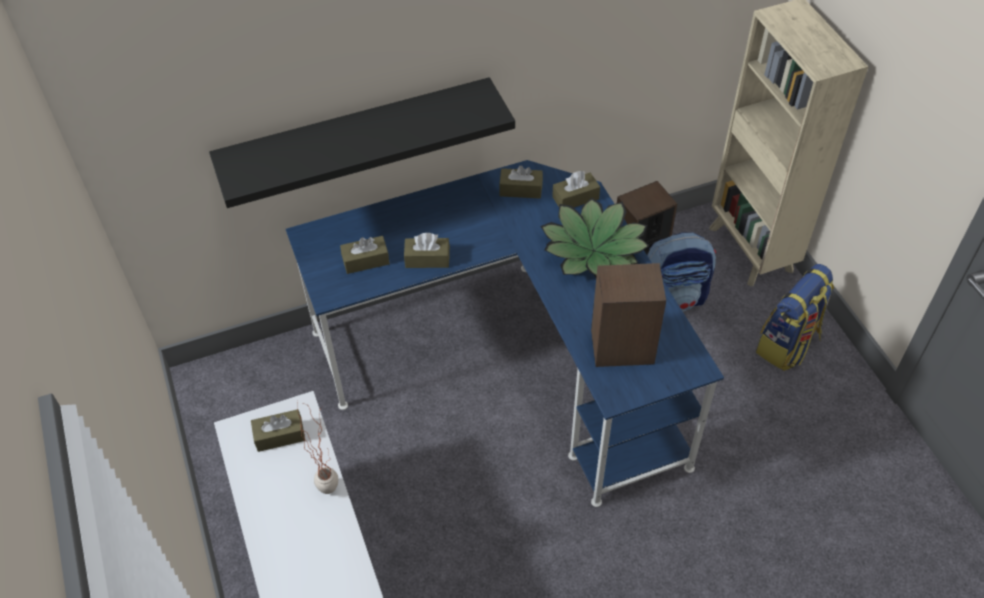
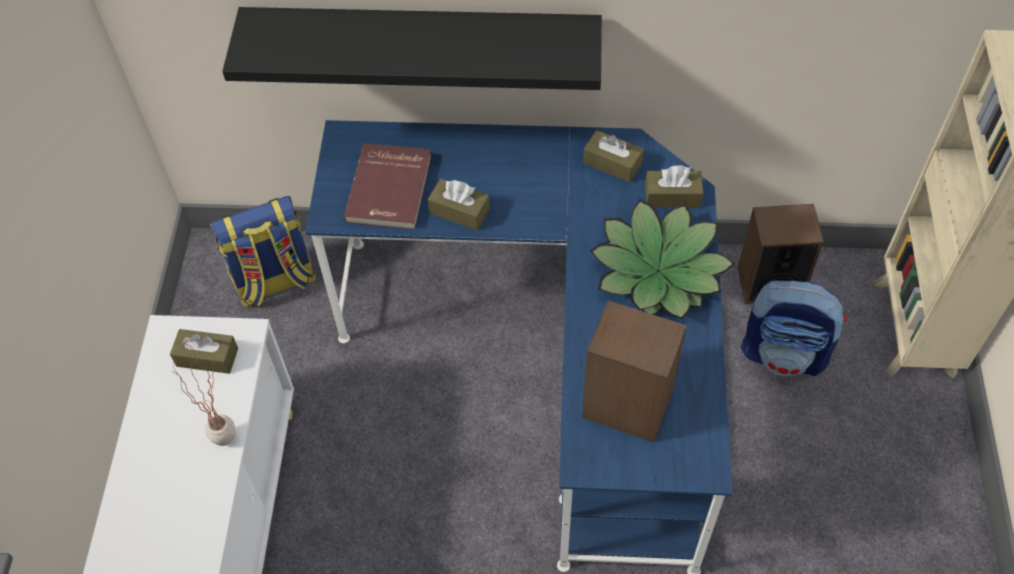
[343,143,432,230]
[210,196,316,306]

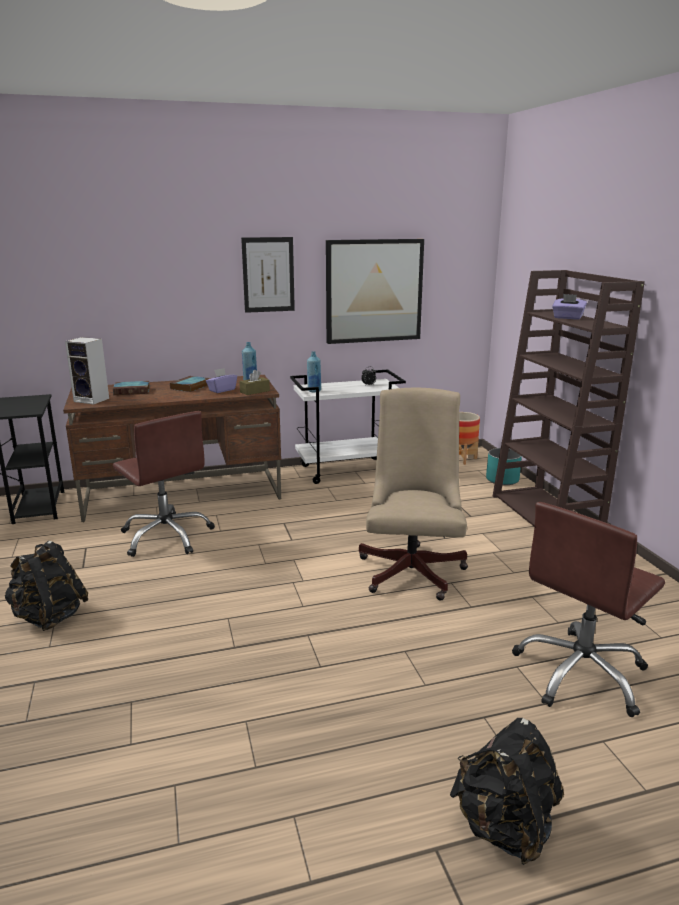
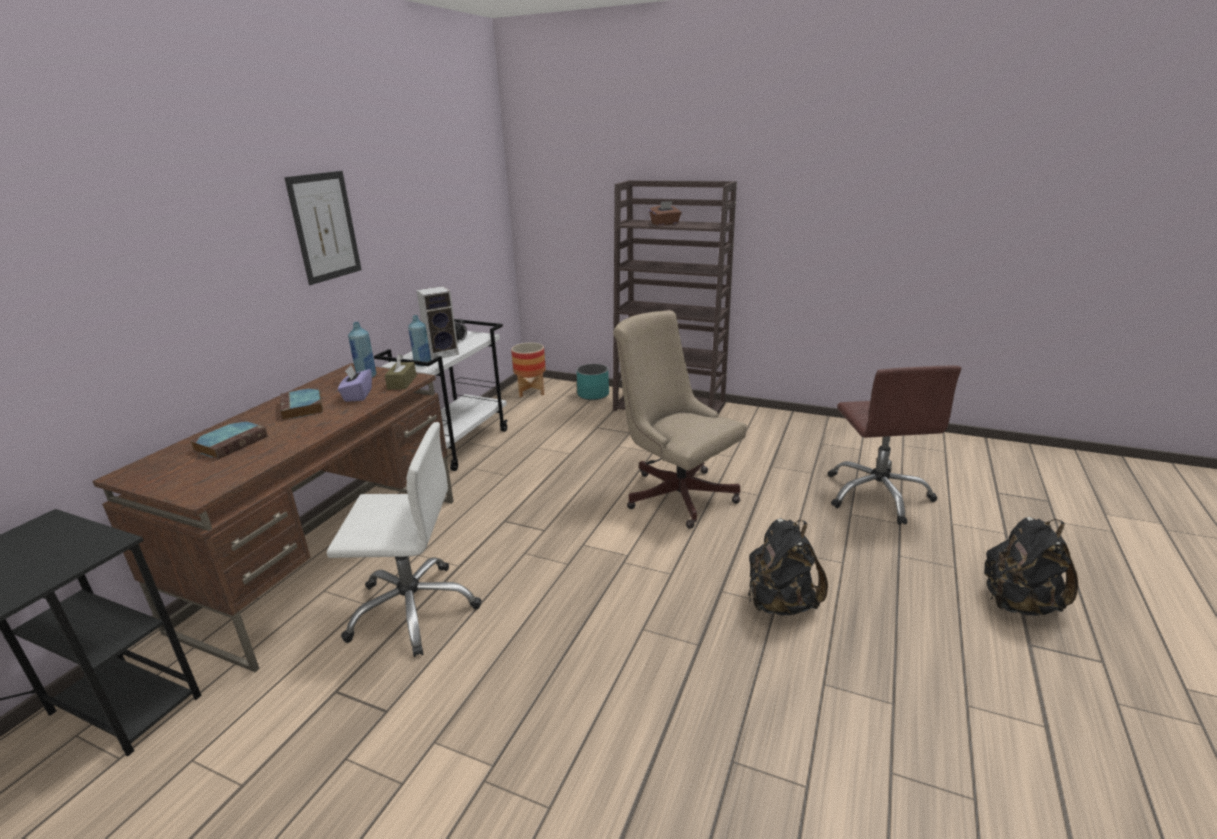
[326,239,424,344] (first image)
[649,201,681,226]
[416,286,459,359]
[327,422,481,657]
[748,518,828,616]

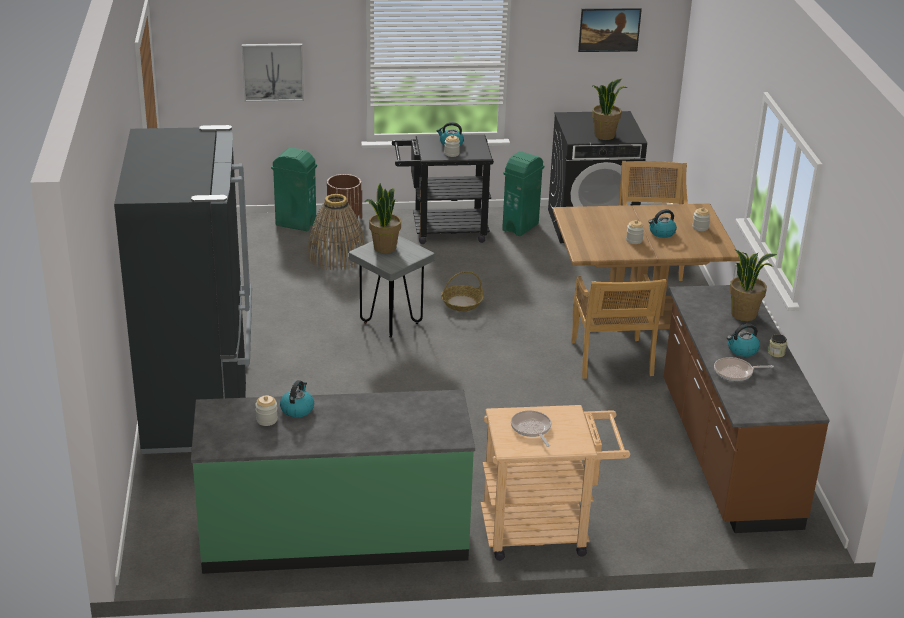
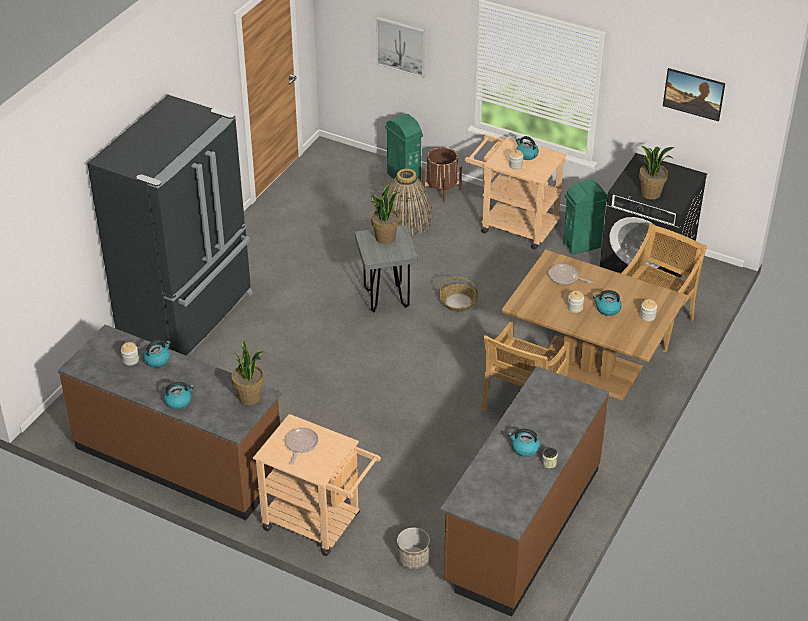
[465,135,566,250]
[231,340,265,406]
[549,264,592,284]
[58,325,281,520]
[164,381,194,409]
[397,527,430,569]

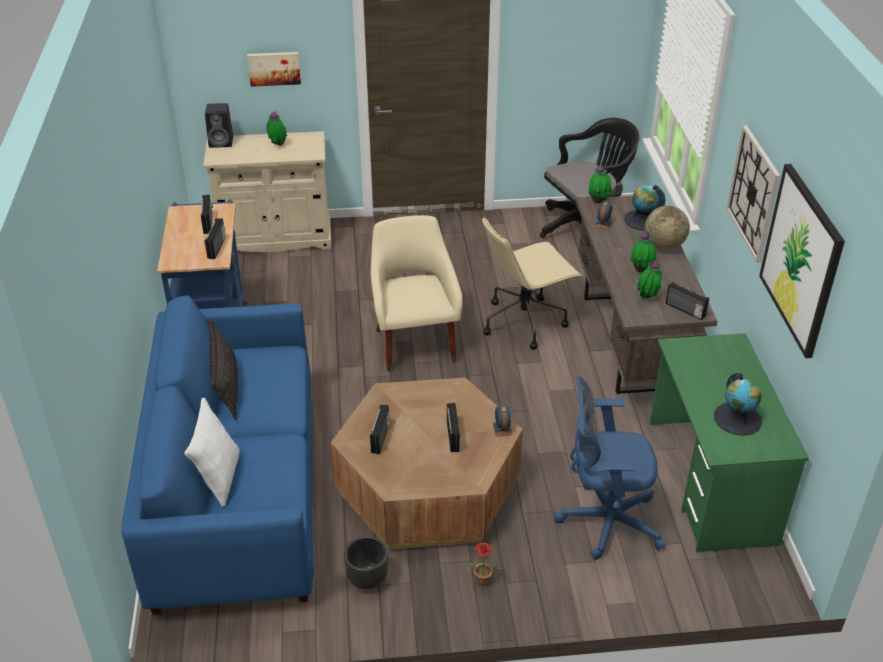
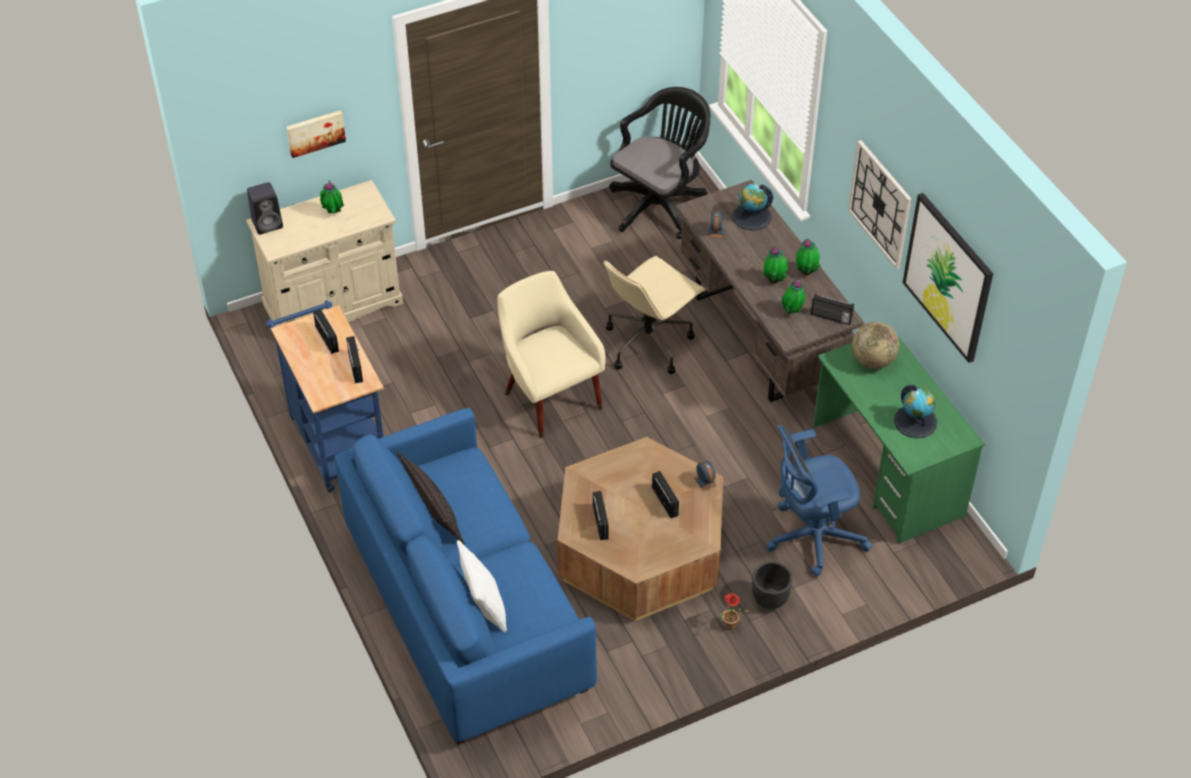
[796,239,821,276]
[852,322,899,369]
[752,561,793,609]

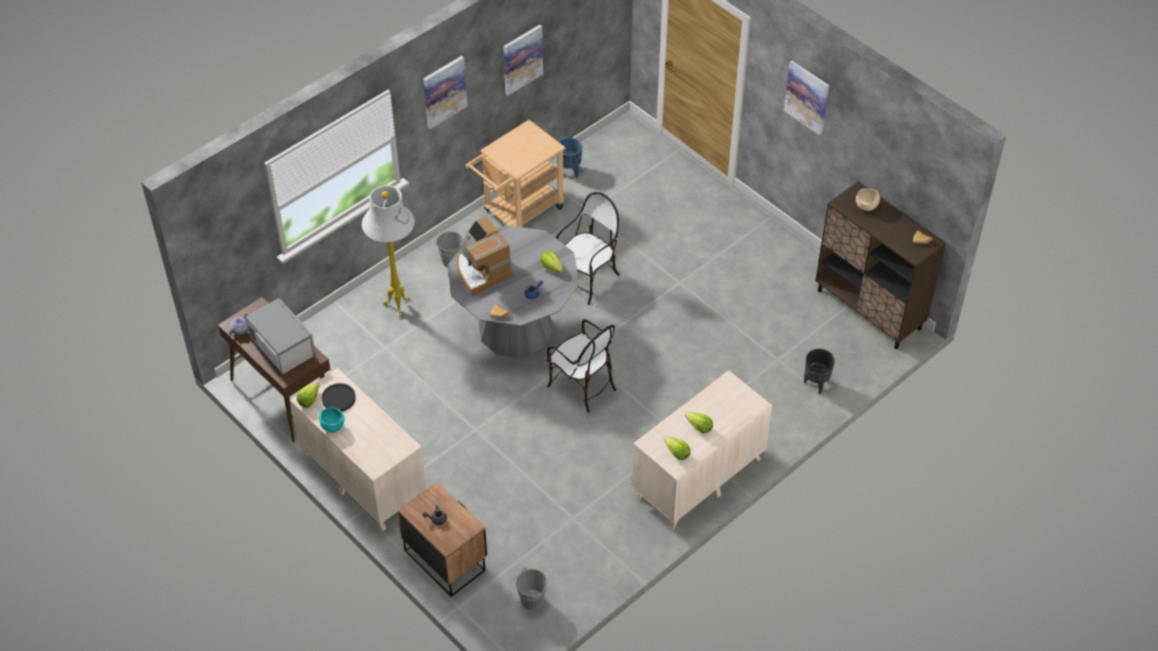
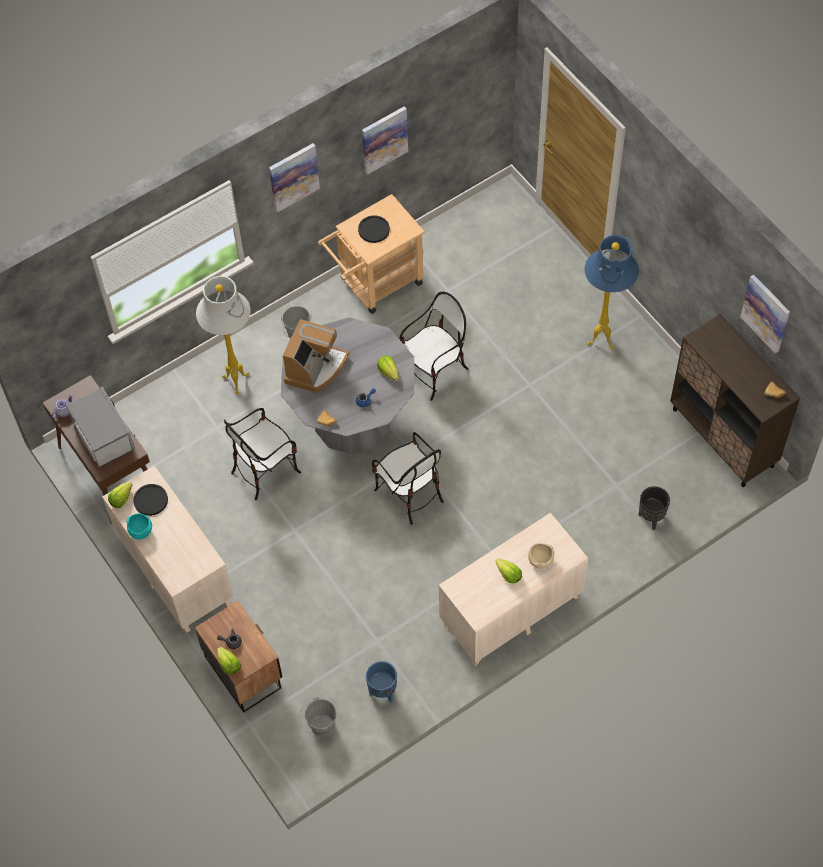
[740,274,790,354]
[366,661,397,703]
[528,543,554,569]
[283,319,350,393]
[217,647,241,674]
[358,215,390,243]
[584,235,639,349]
[223,408,301,500]

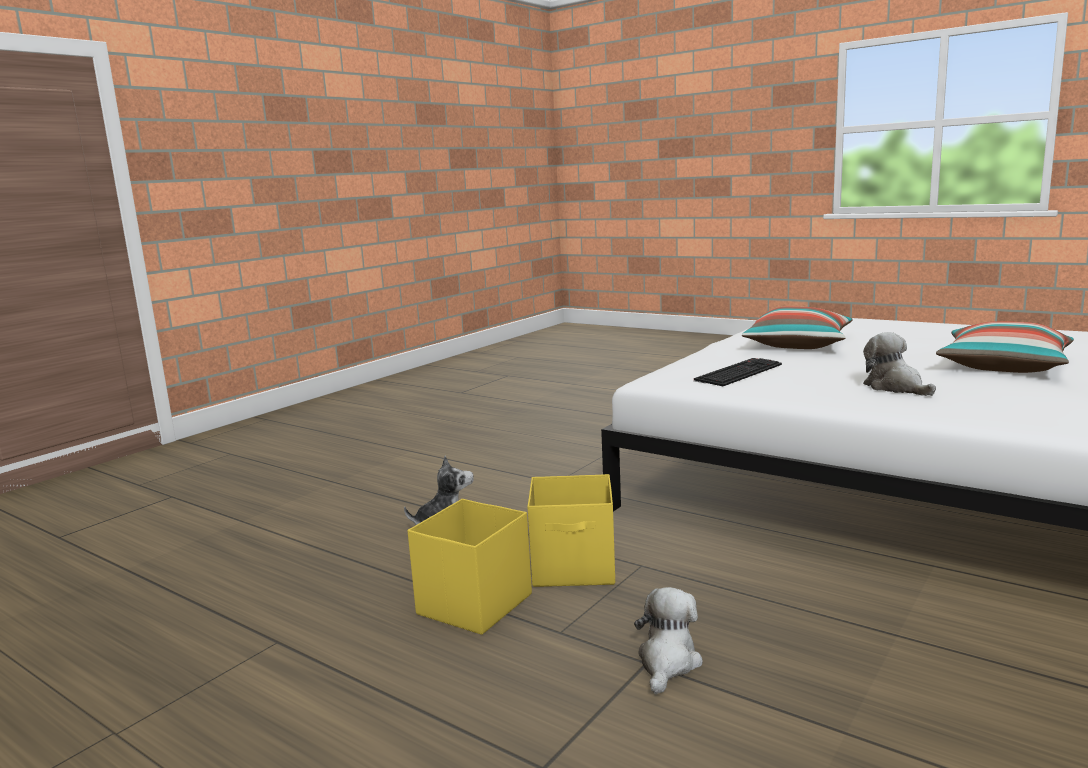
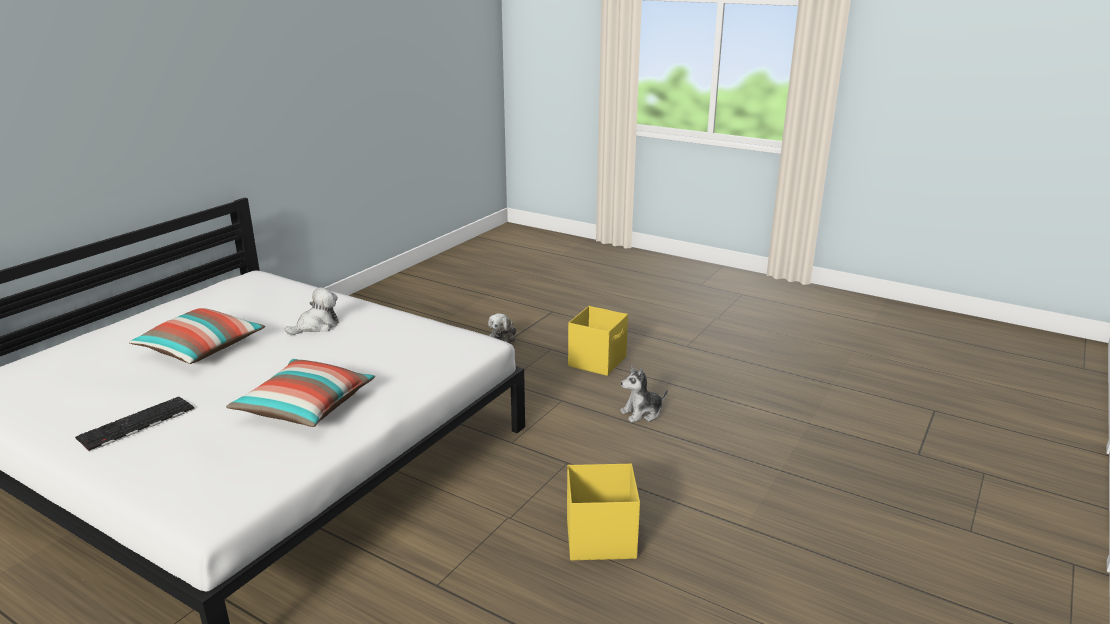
[285,288,339,335]
[75,397,194,452]
[567,464,640,560]

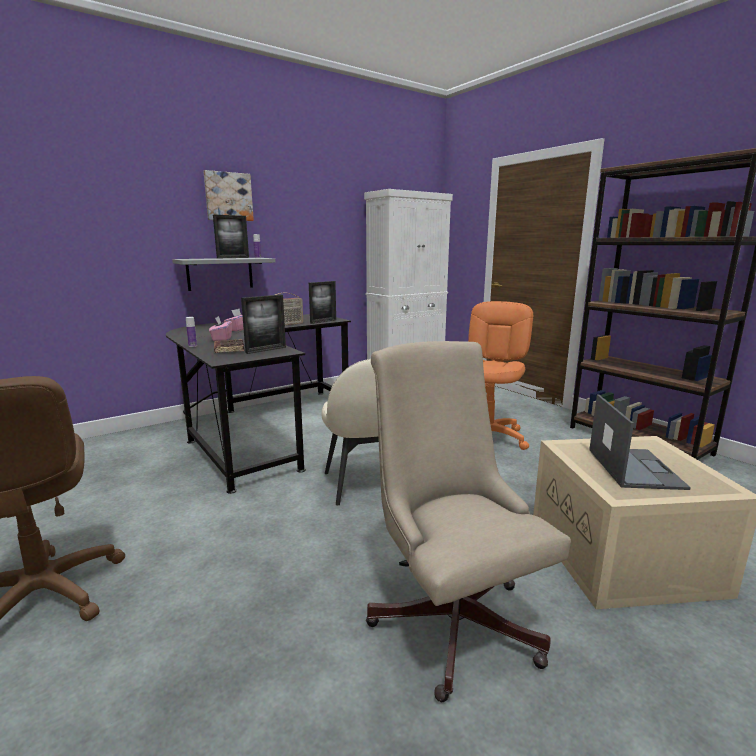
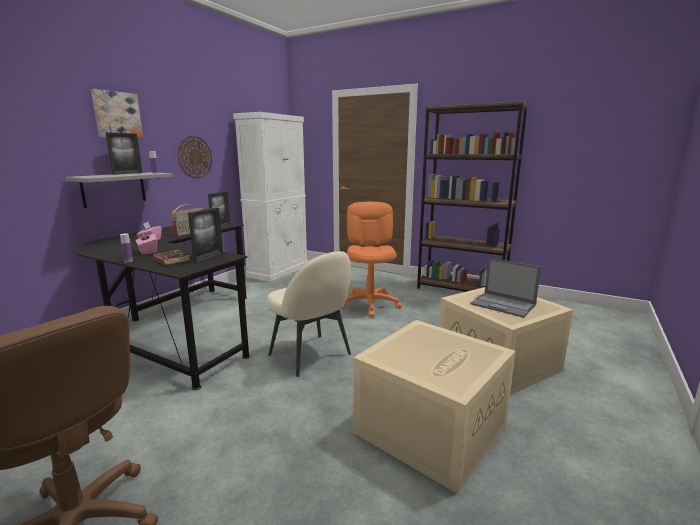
[353,320,516,493]
[470,258,541,318]
[177,136,212,179]

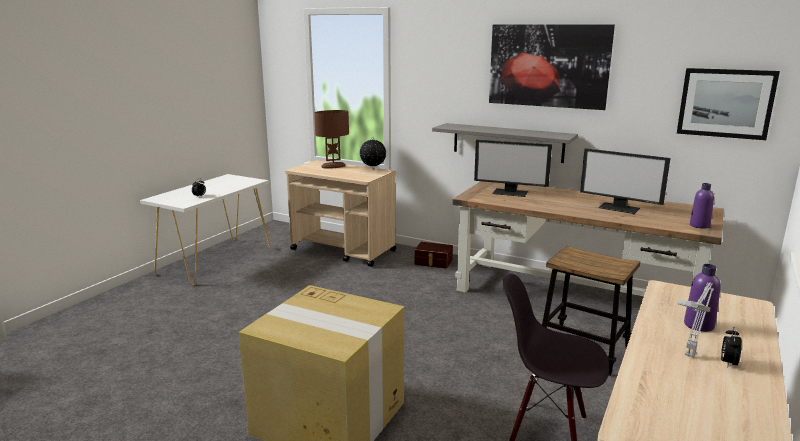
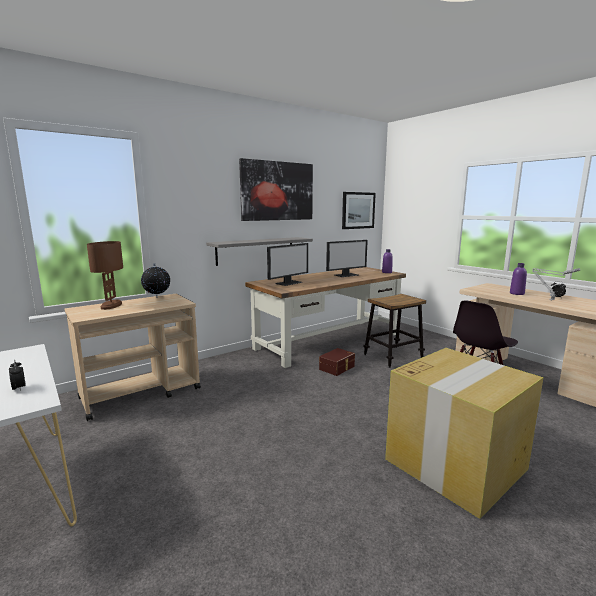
[319,348,355,376]

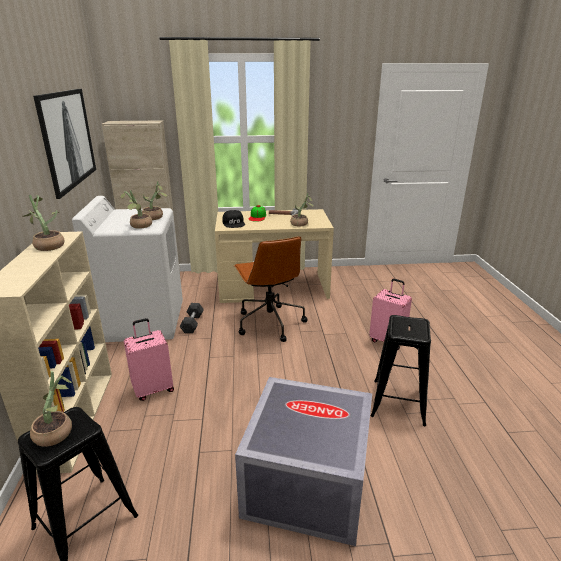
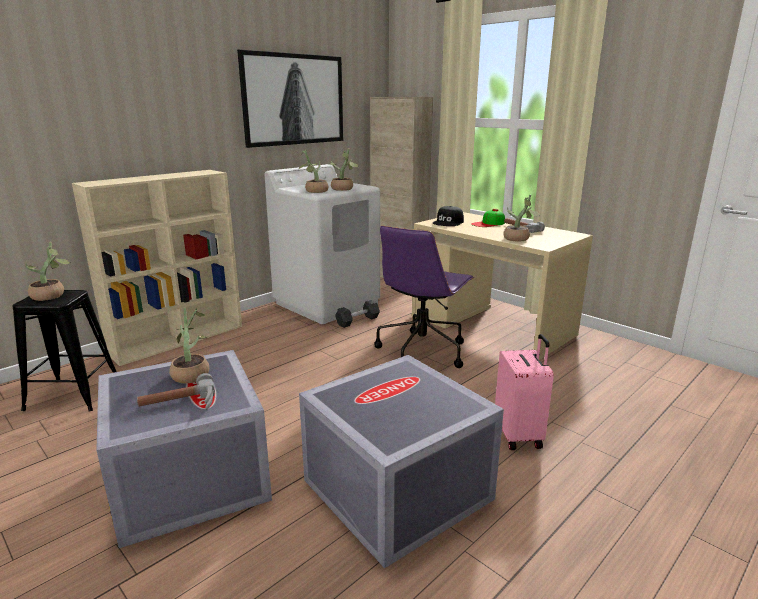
[169,308,209,383]
[374,226,474,368]
[299,355,504,569]
[124,318,174,401] (first image)
[137,373,215,410]

